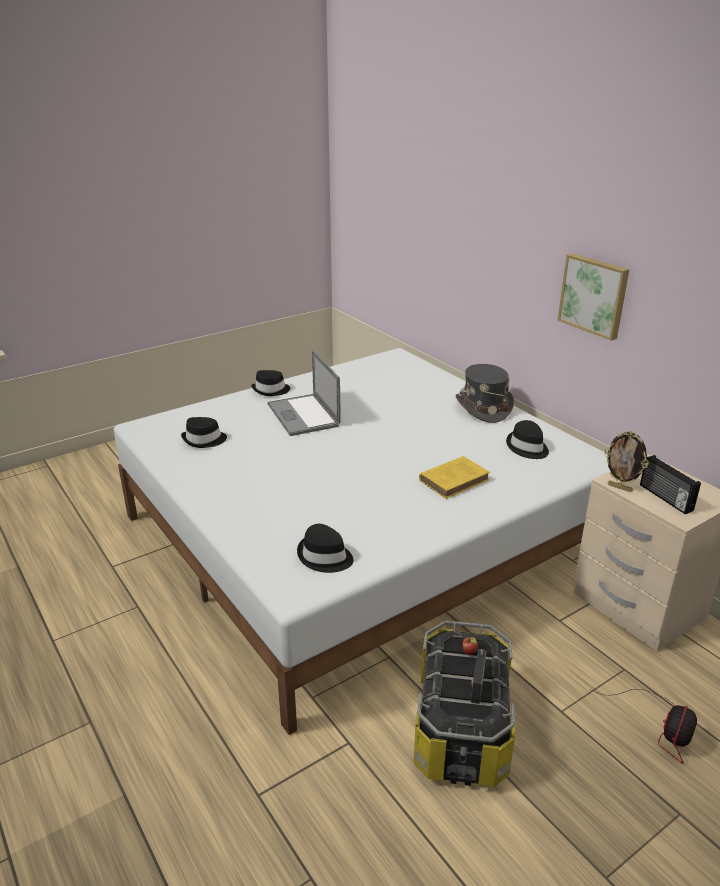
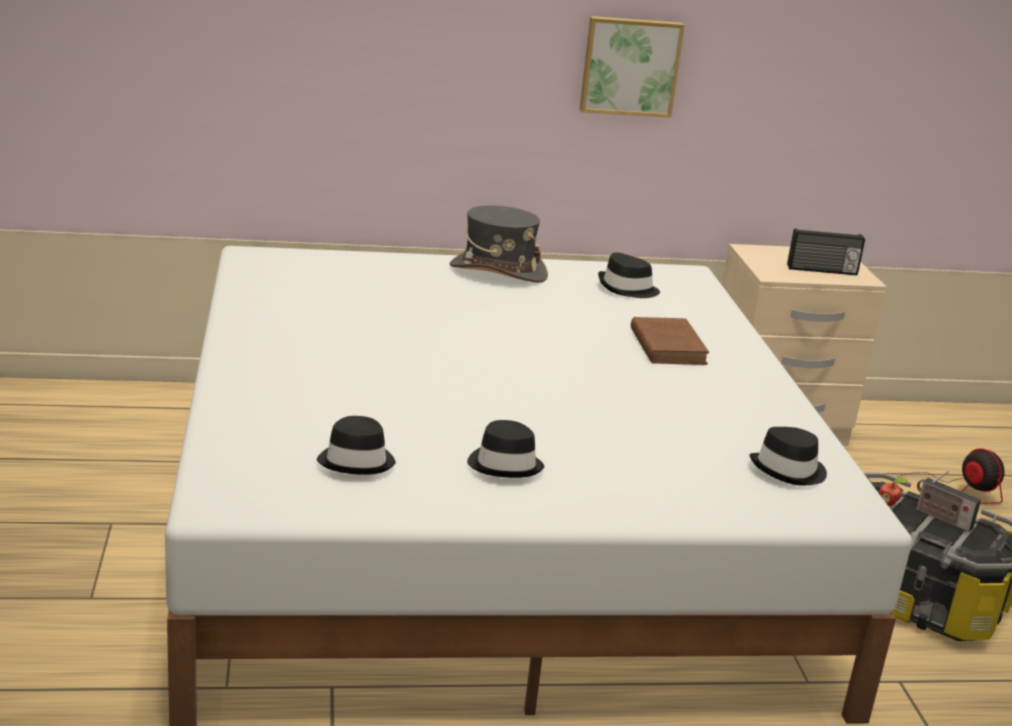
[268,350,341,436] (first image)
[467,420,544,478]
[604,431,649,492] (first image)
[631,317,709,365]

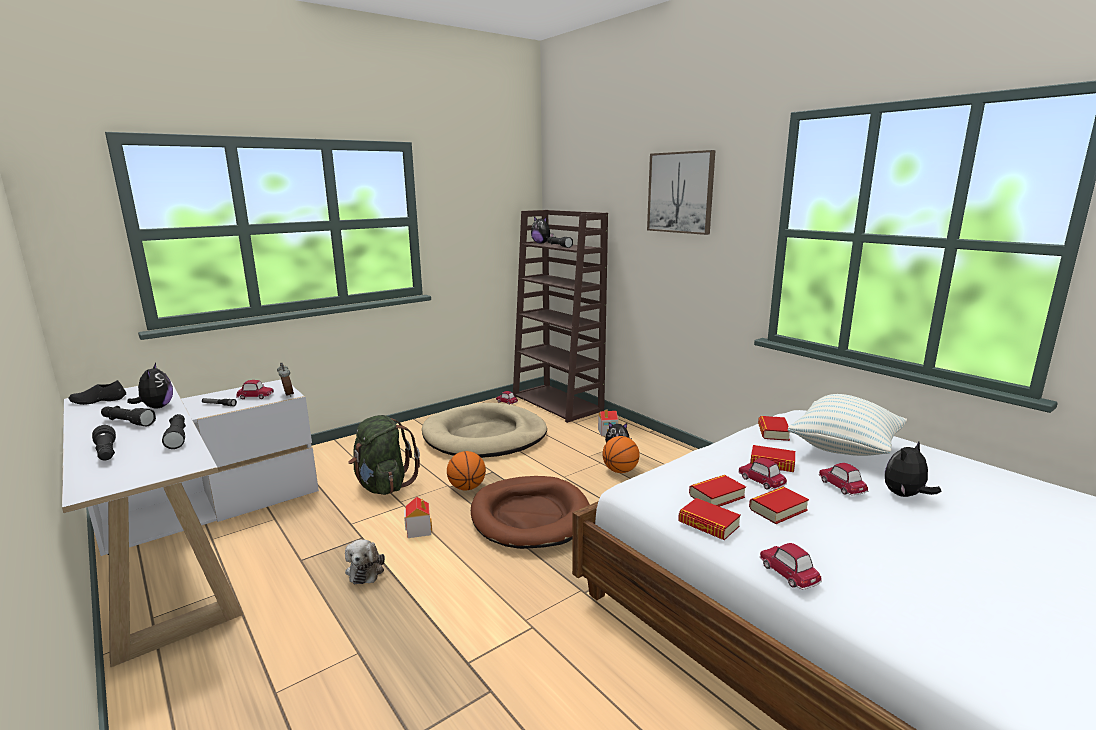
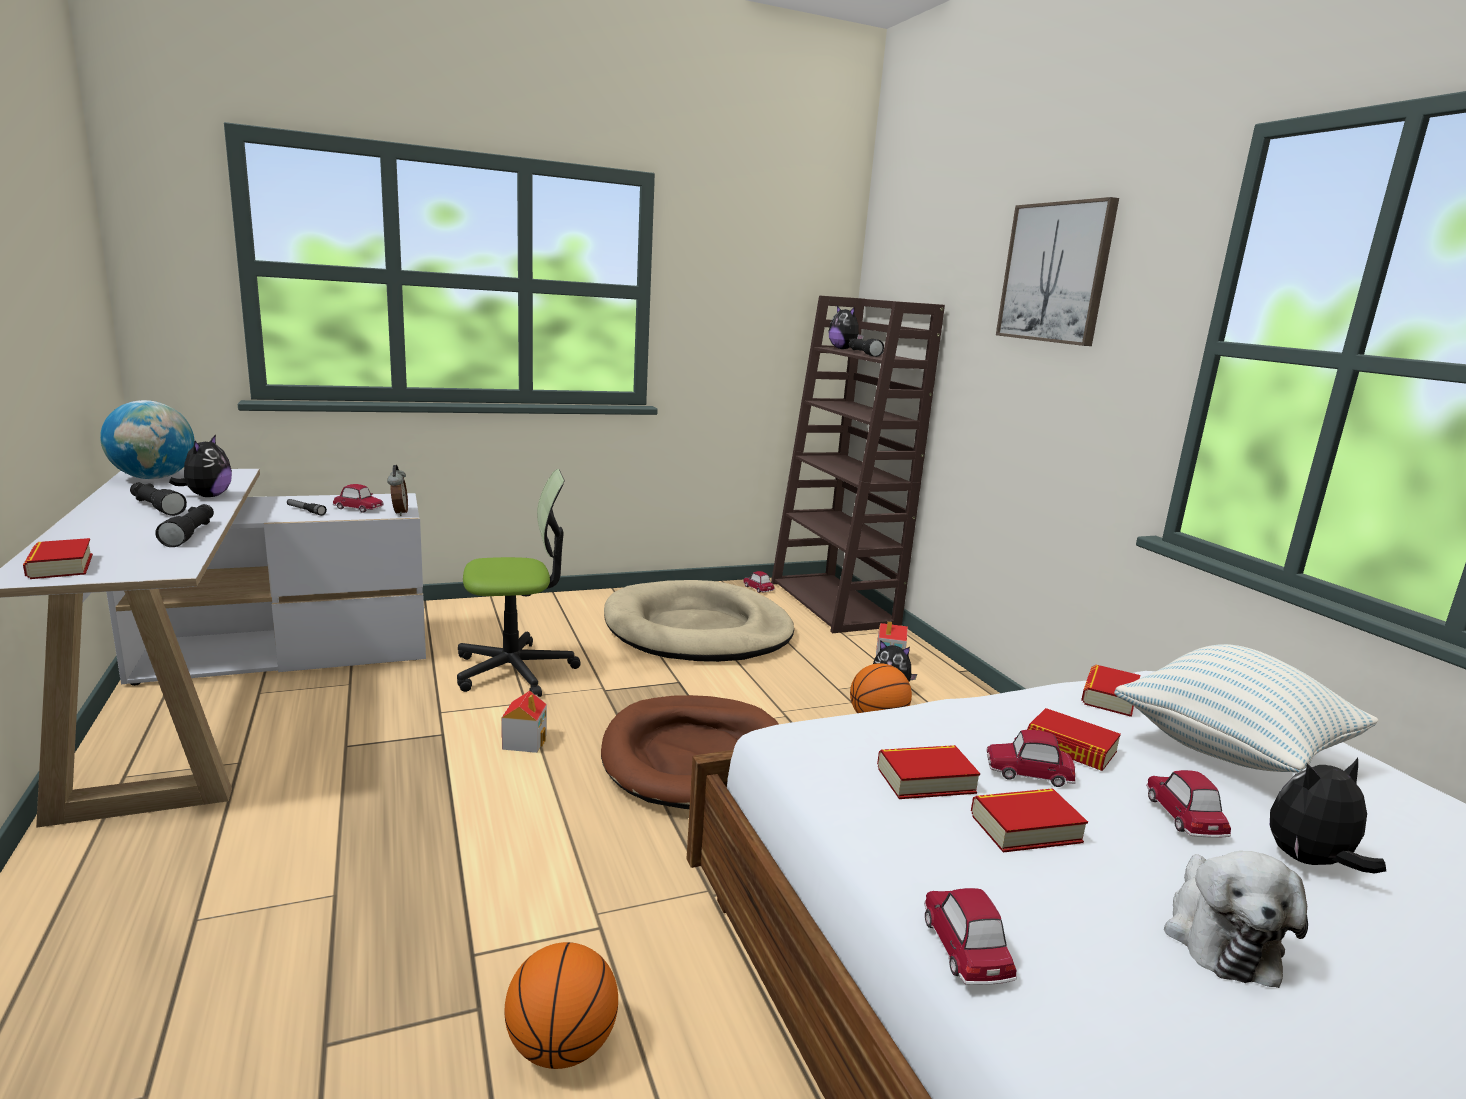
[100,400,195,479]
[457,469,581,697]
[92,425,116,460] (first image)
[504,942,618,1069]
[986,730,1076,787]
[23,538,93,579]
[1164,851,1308,988]

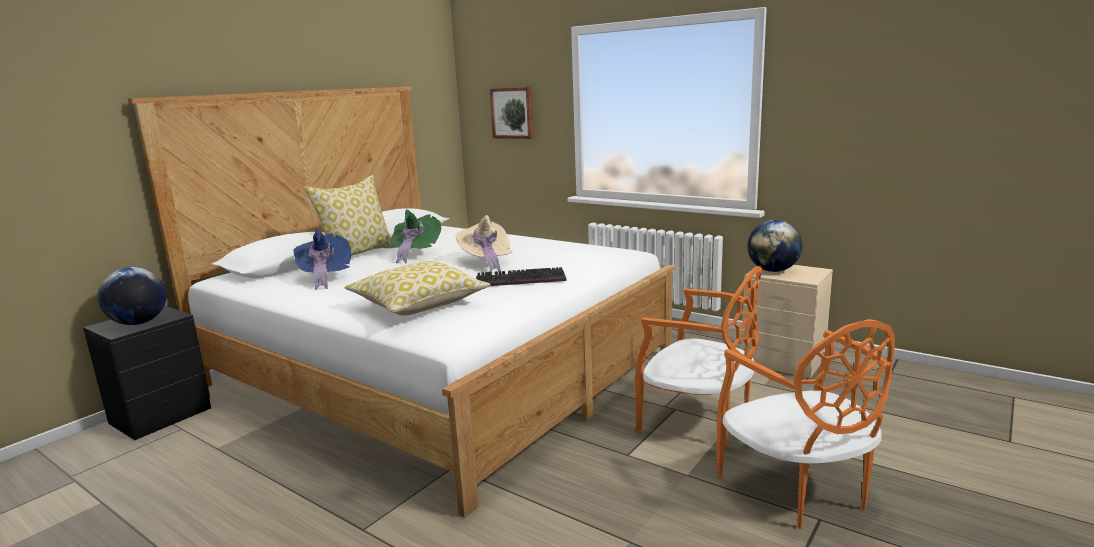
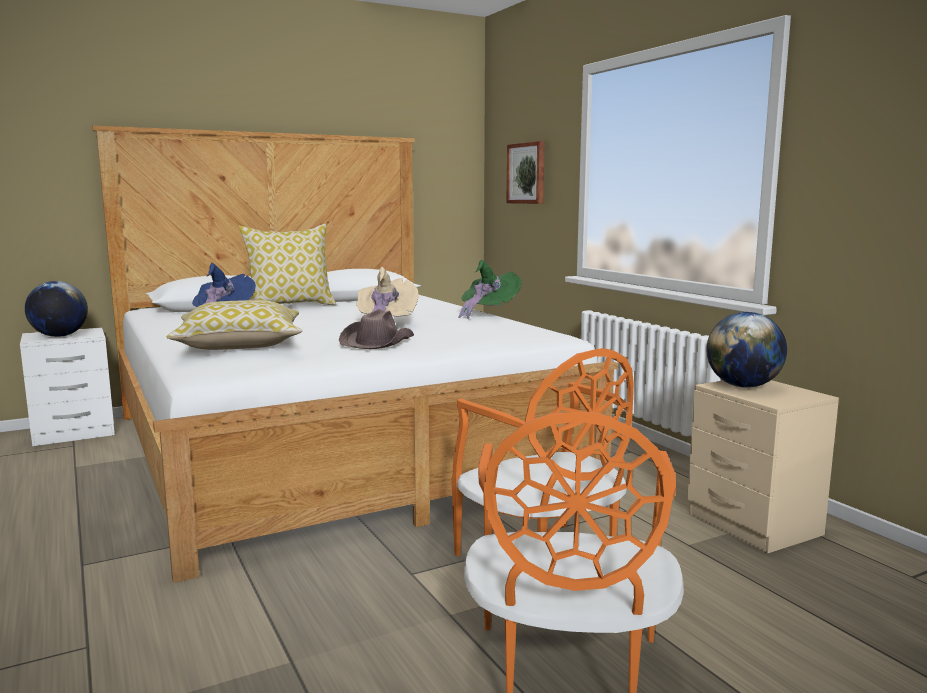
[458,260,522,319]
[339,309,414,349]
[20,327,115,446]

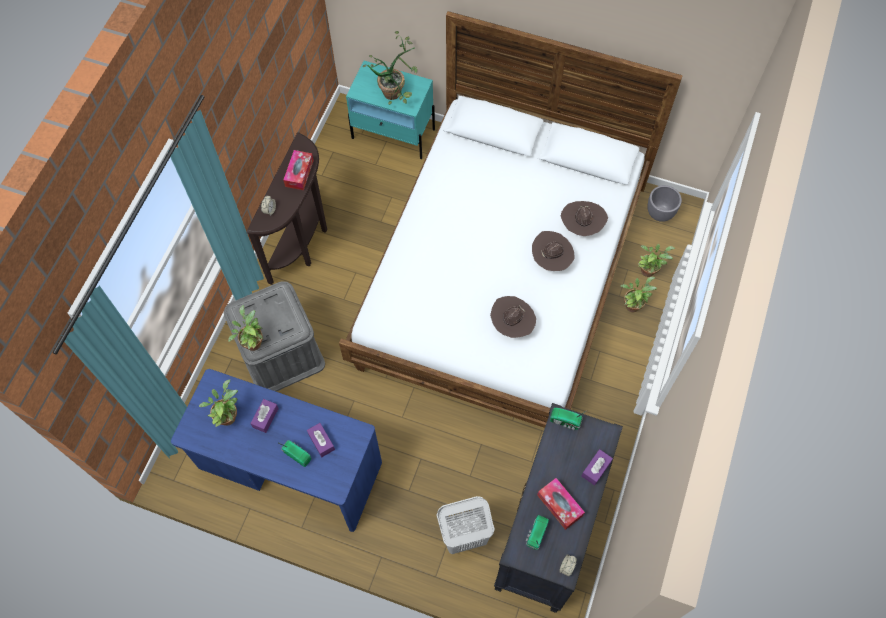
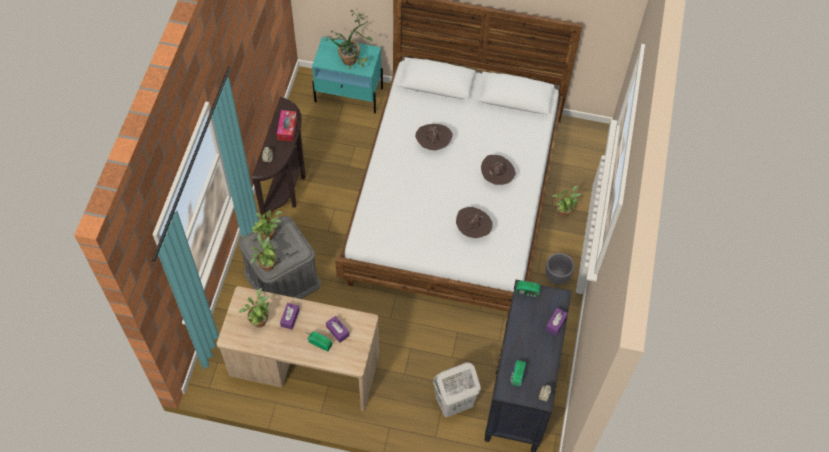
[545,253,574,285]
[415,124,453,150]
[252,210,283,240]
[217,286,379,411]
[537,478,585,530] (first image)

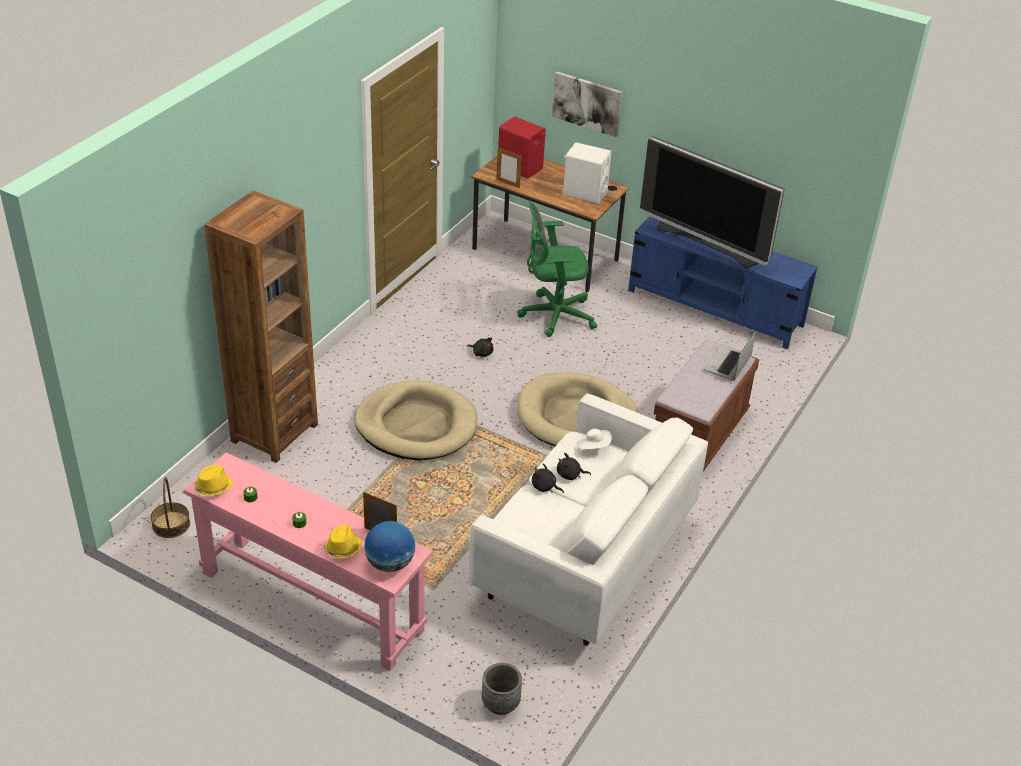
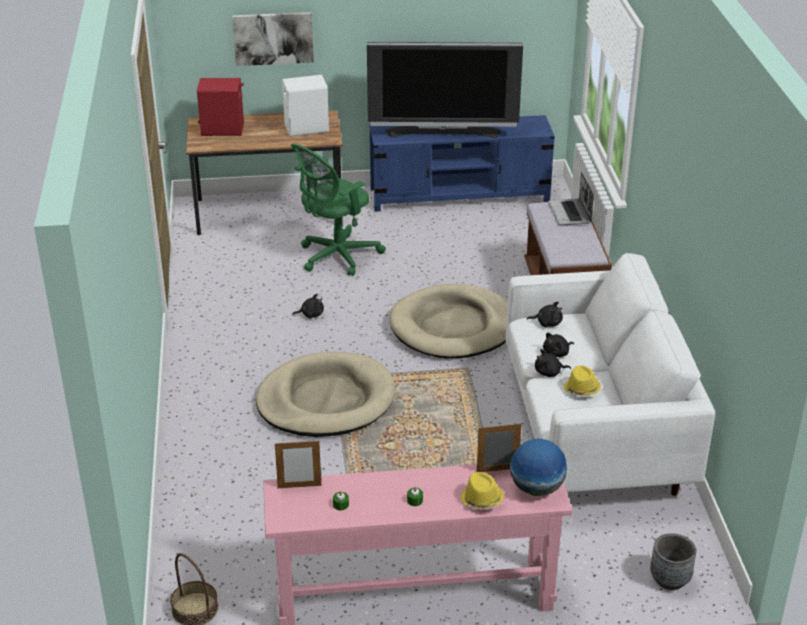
[275,440,321,488]
[204,190,318,463] (first image)
[527,302,563,327]
[563,365,601,397]

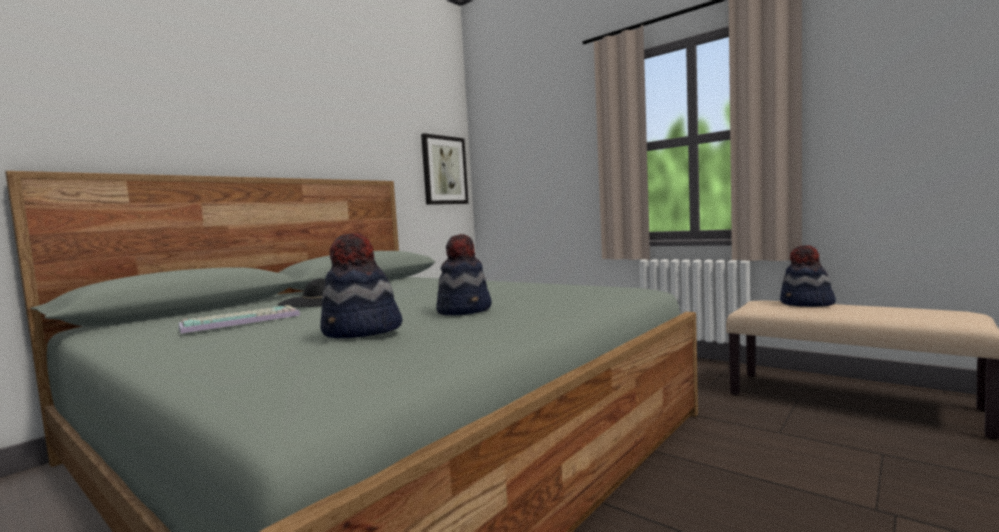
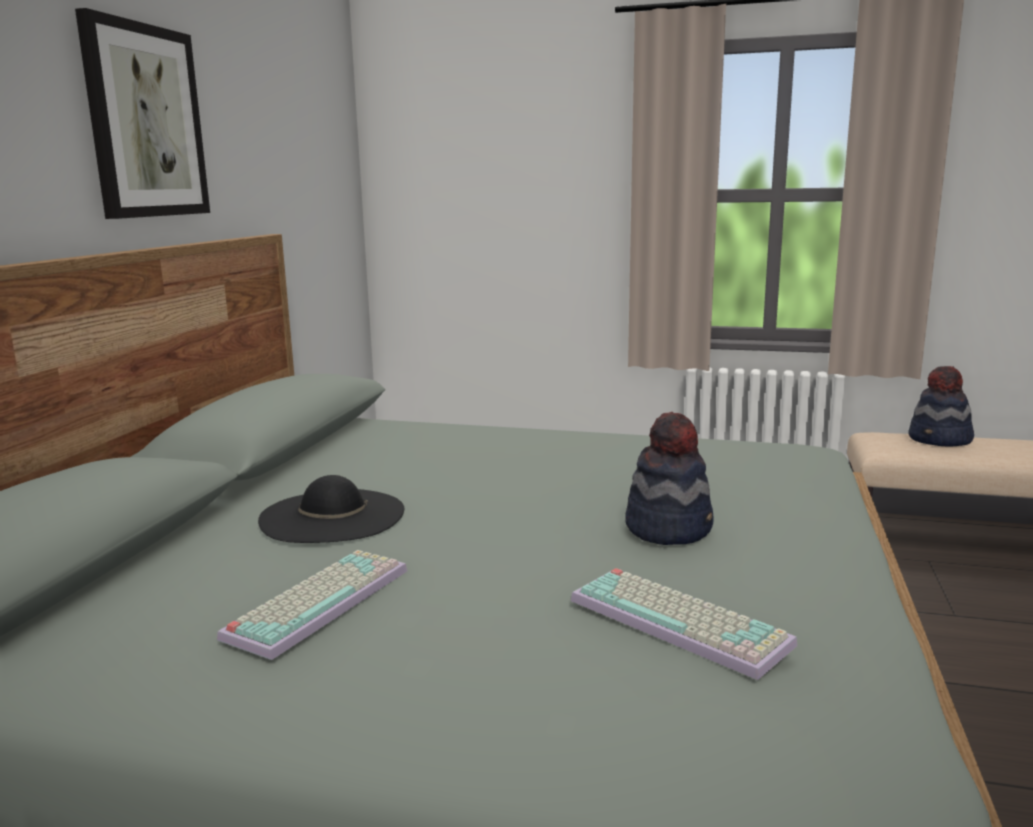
[75,8,210,219]
[571,568,797,680]

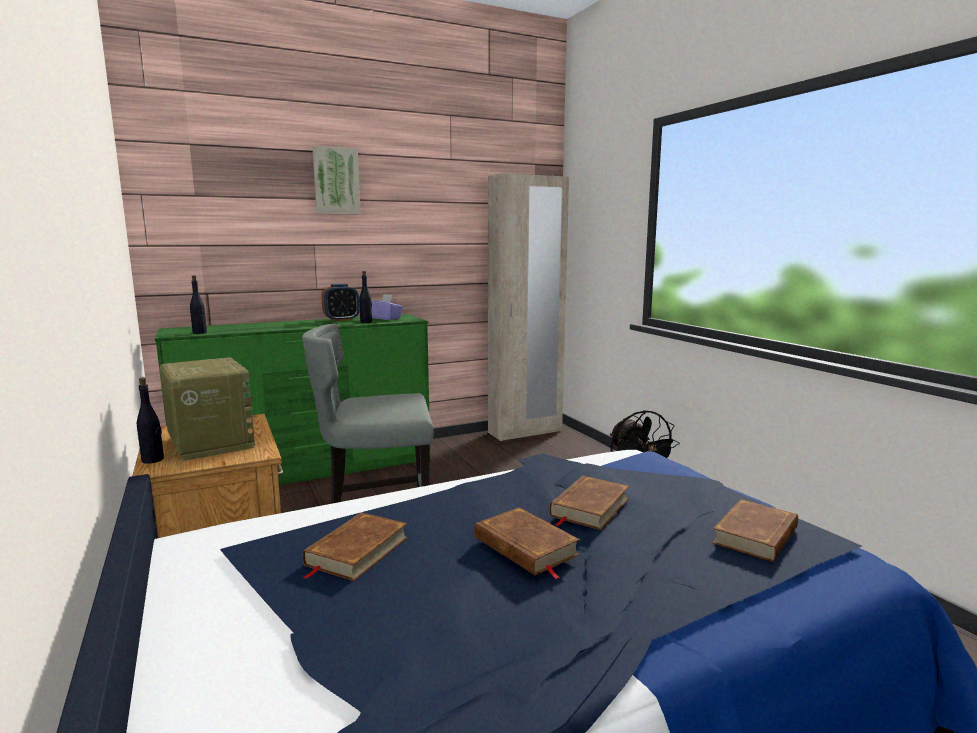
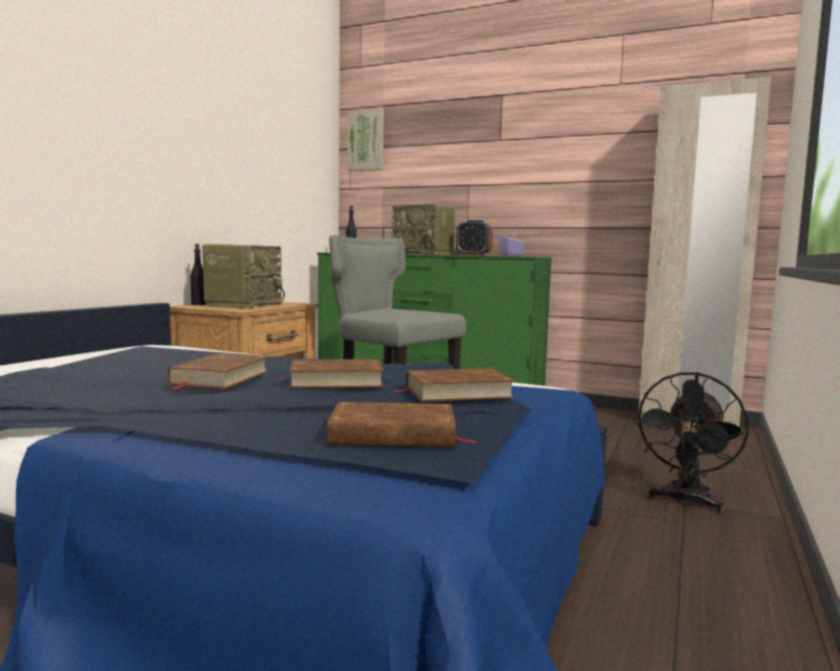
[347,110,384,171]
[359,271,372,323] (first image)
[393,369,515,402]
[392,204,455,255]

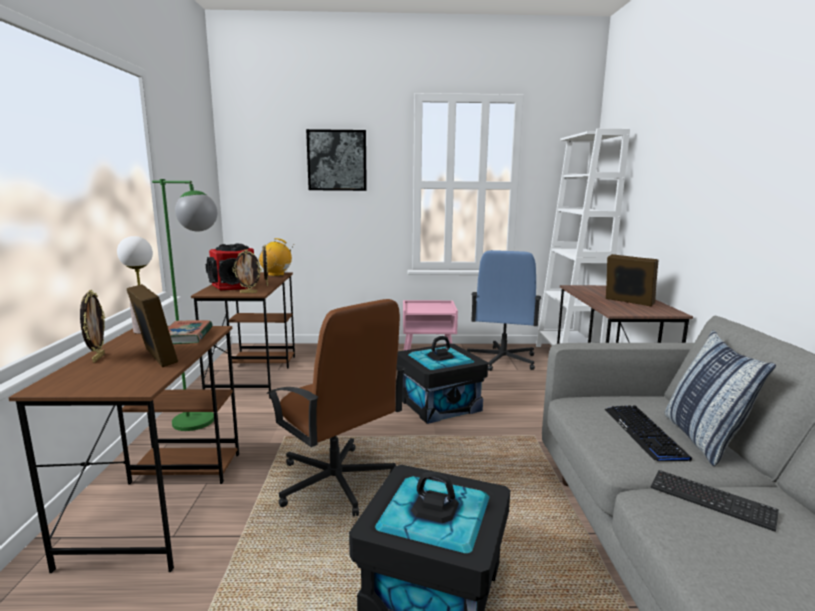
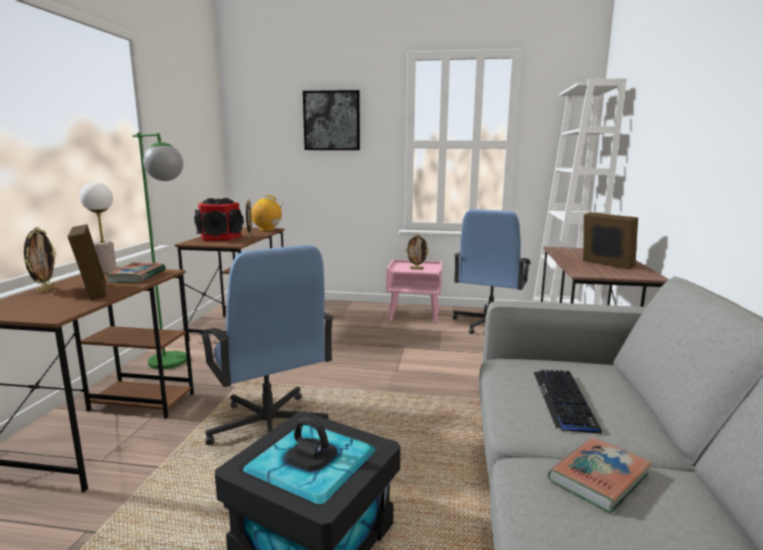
[406,234,429,270]
[199,245,334,445]
[664,330,776,466] (first image)
[397,336,488,424] (first image)
[548,437,652,513]

